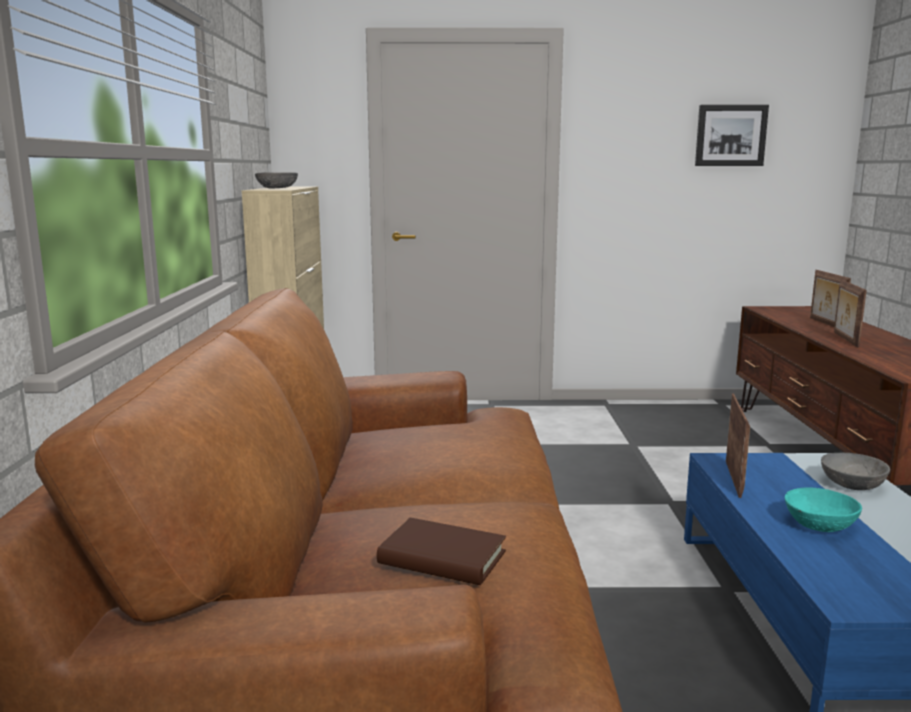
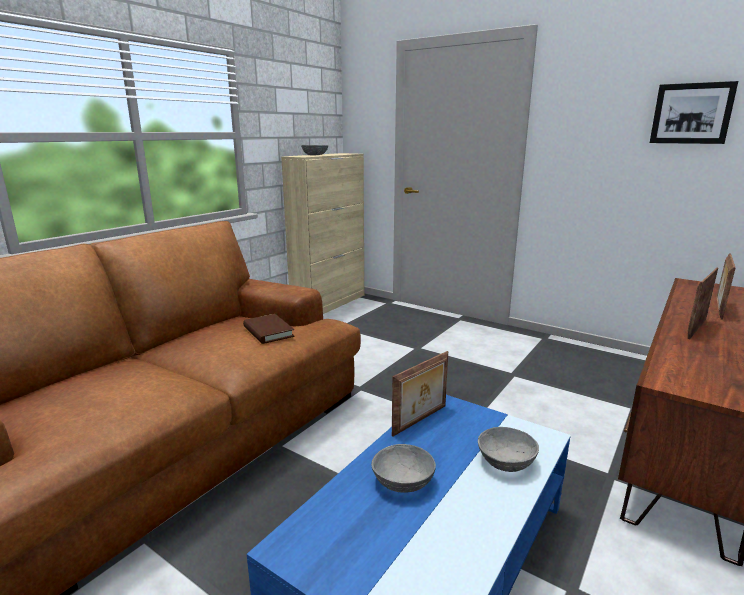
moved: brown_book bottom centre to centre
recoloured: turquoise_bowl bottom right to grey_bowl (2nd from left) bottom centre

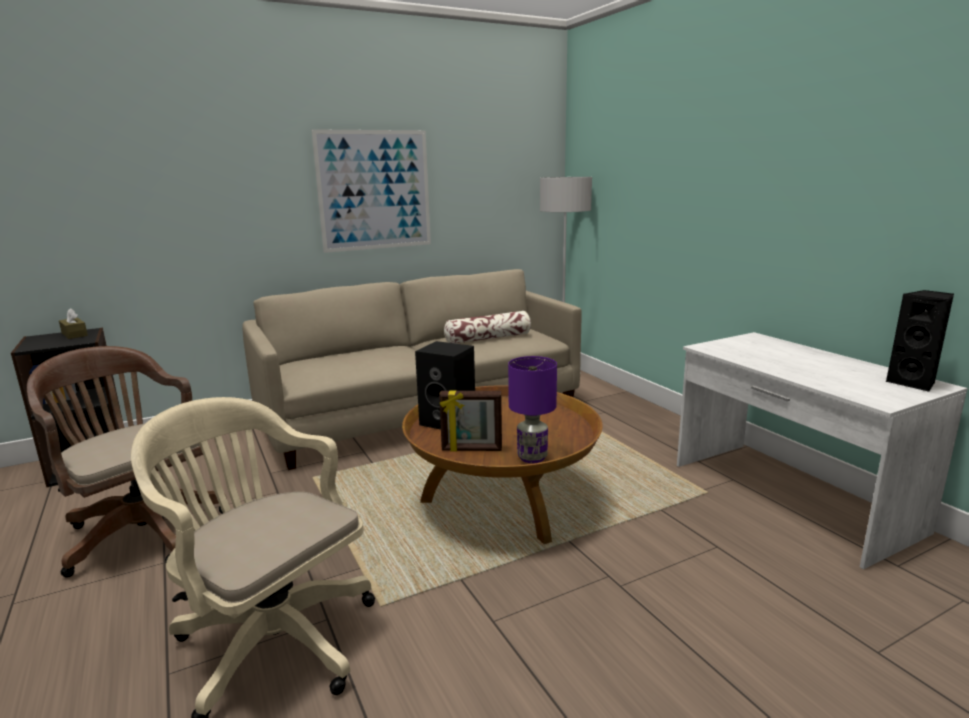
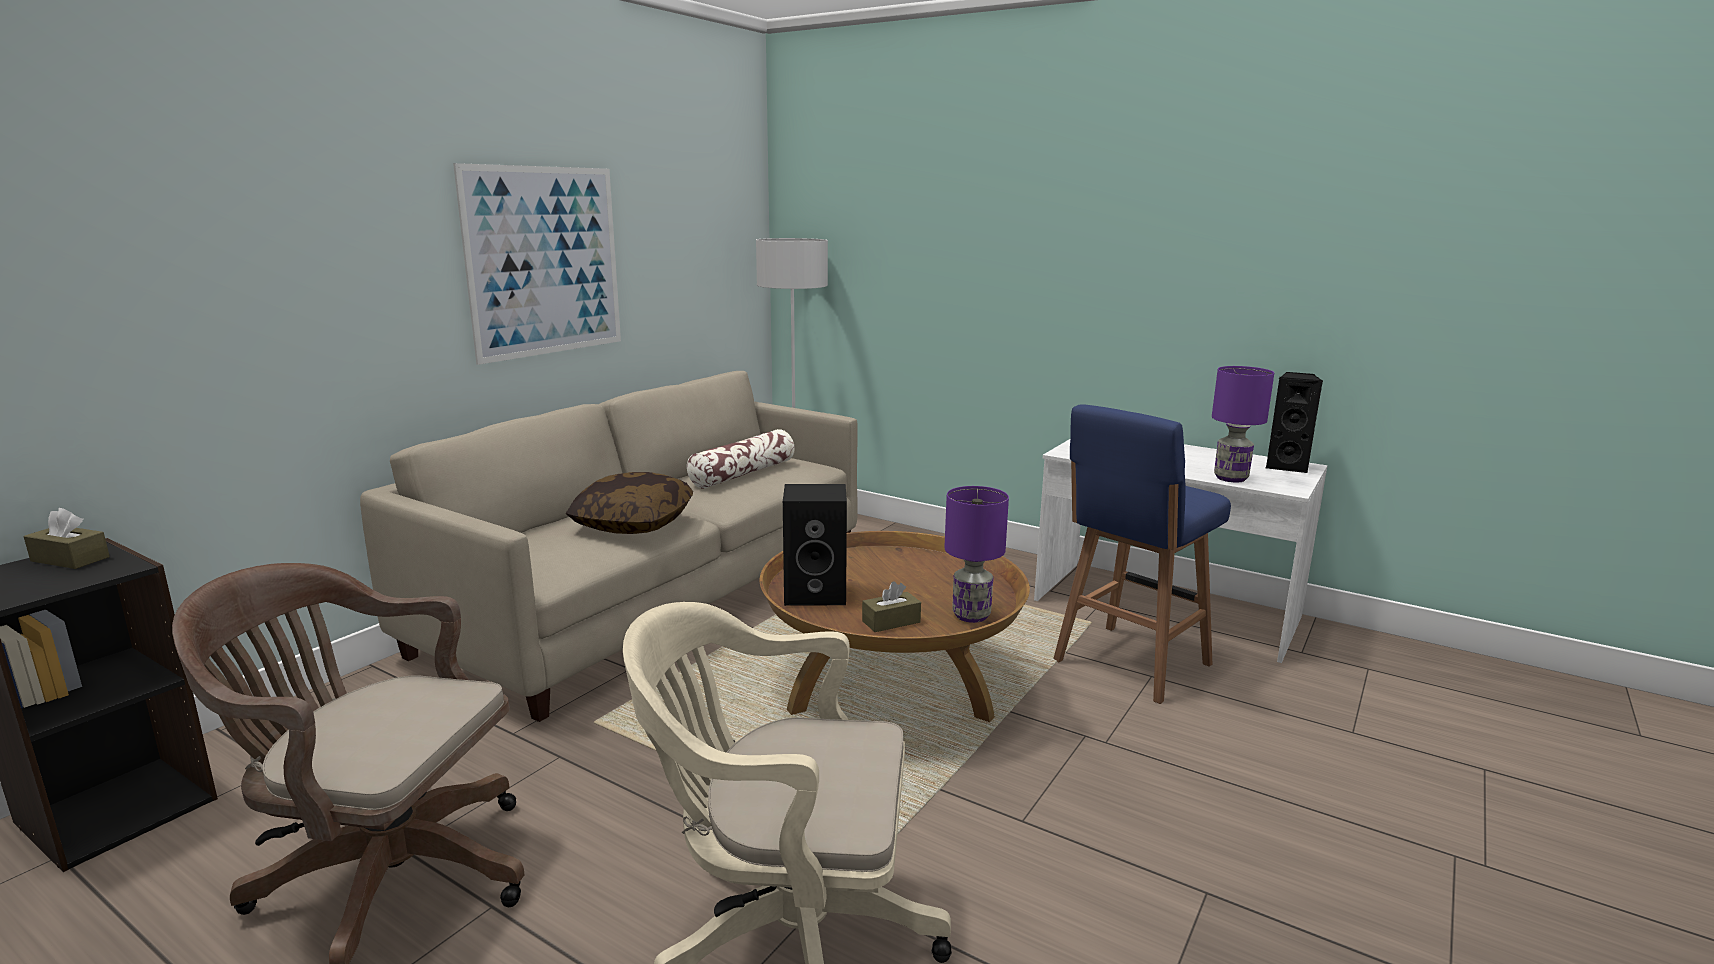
added: pillow (1st from left) centre; blue_stool centre; purple_table_lamp (2nd from left) middle right
replaced: picture_frame centre to brown_tissue_box (2nd from left) centre

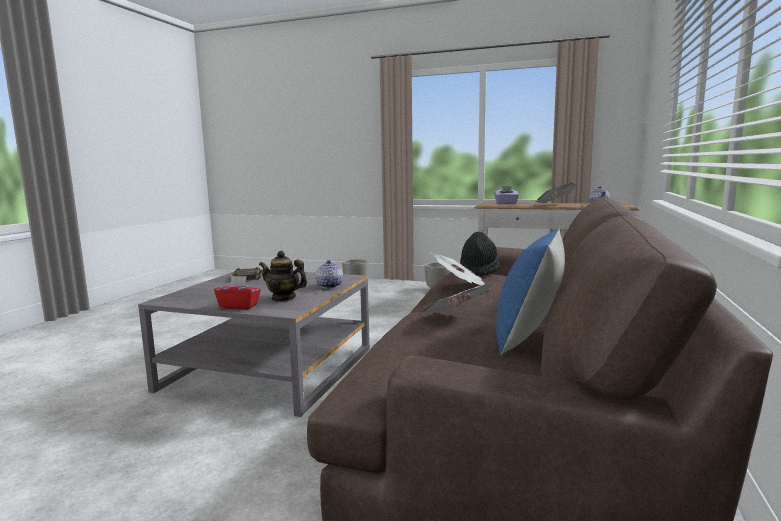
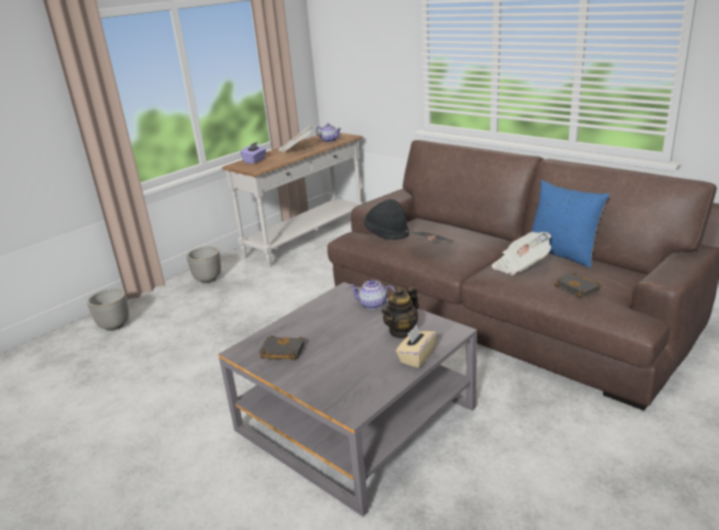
added: black_book (2nd from left) middle right
recoloured: red_tissue_box middle left to beige_tissue_box centre

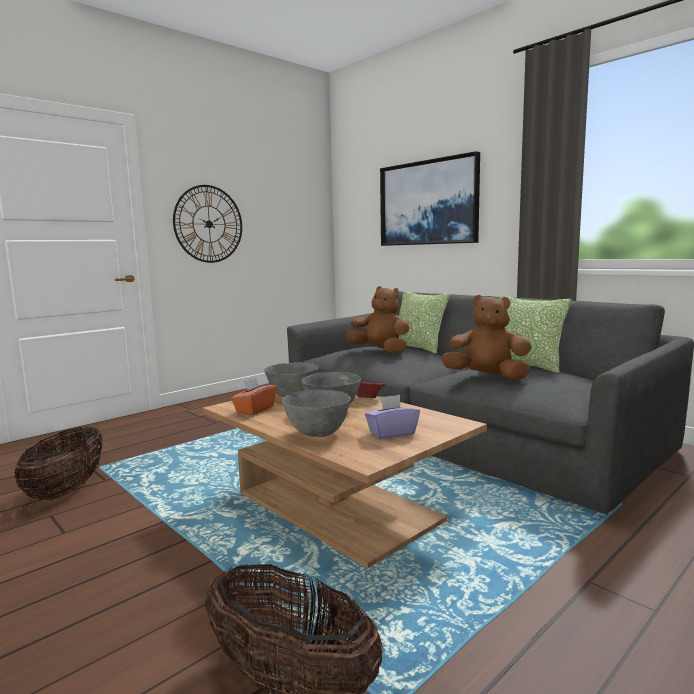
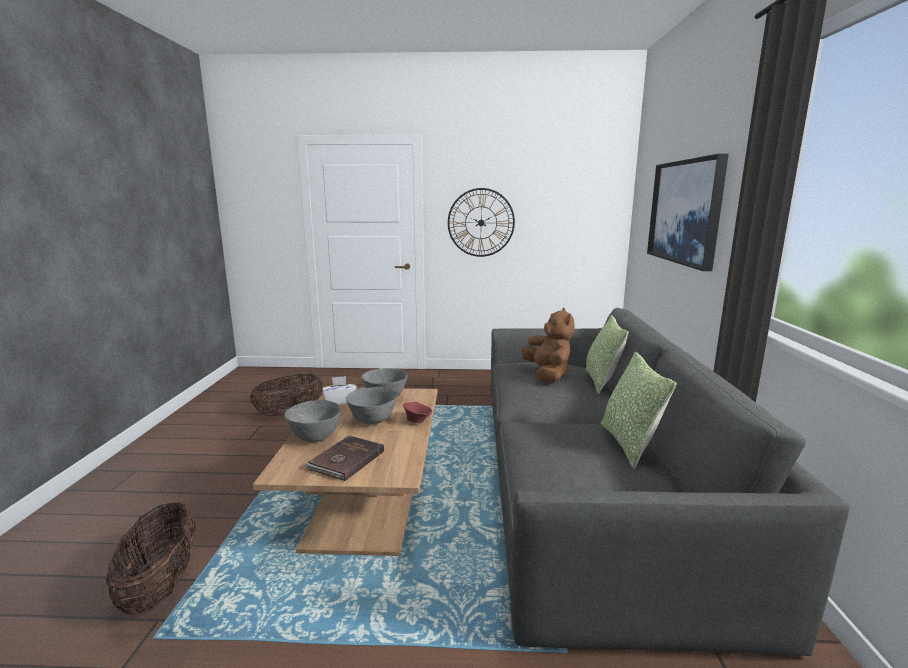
removed: brown_plush_toy (2nd from left) middle right
replaced: purple_tissue_box centre to brown_book bottom centre
recoloured: orange_tissue_box centre to white_tissue_box centre

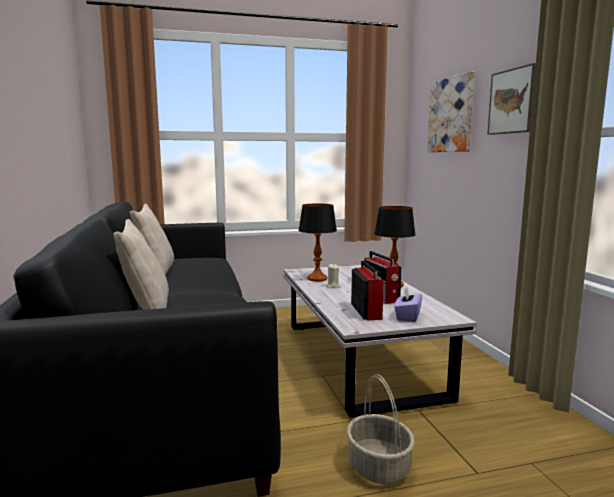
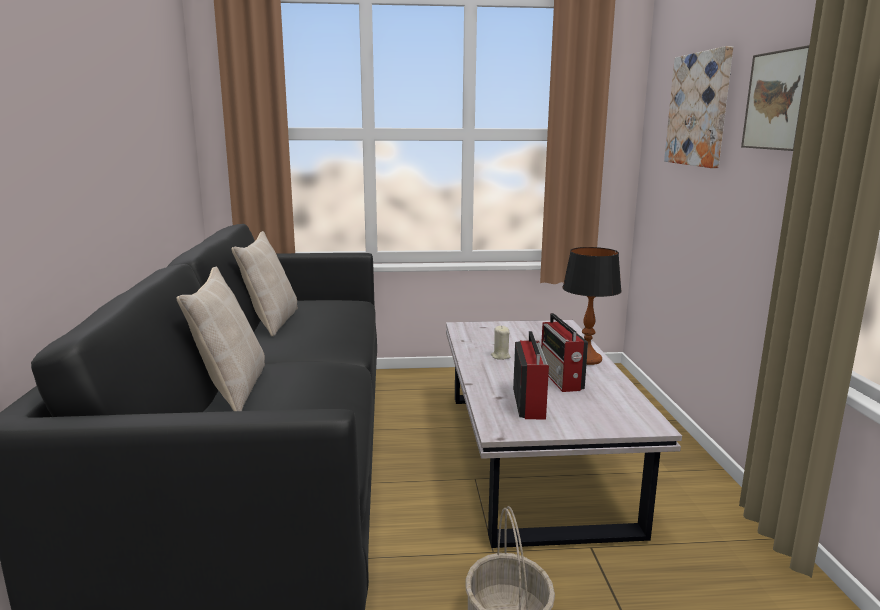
removed: table_lamp (1st from left) centre; purple_tissue_box centre

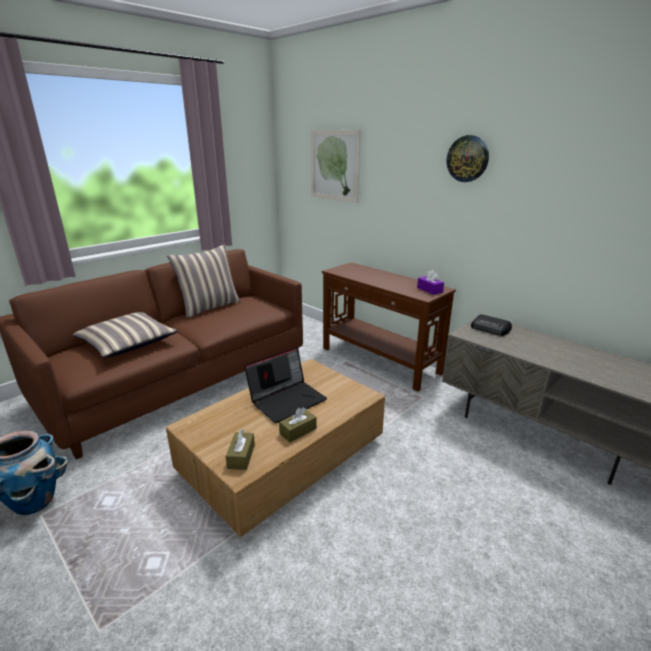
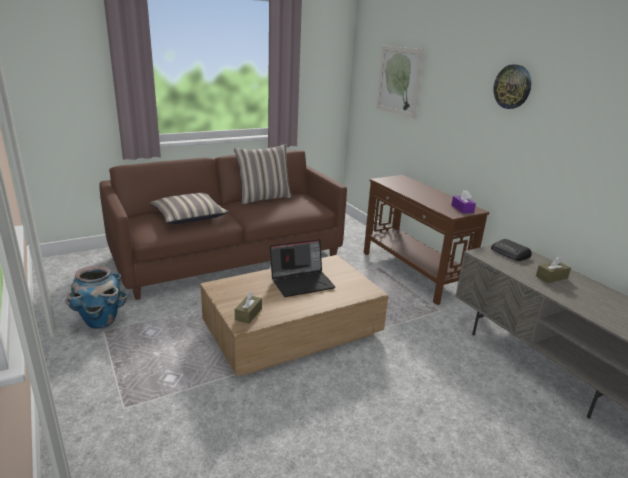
moved: brown_tissue_box (2nd from left) centre to middle right

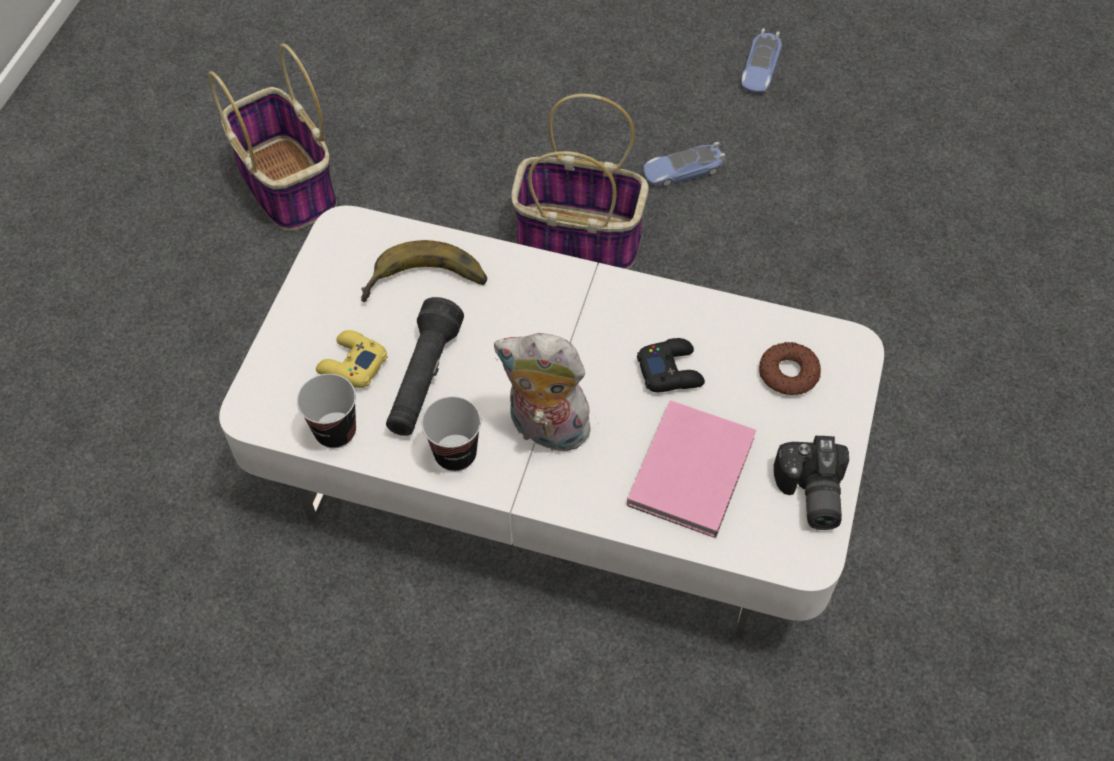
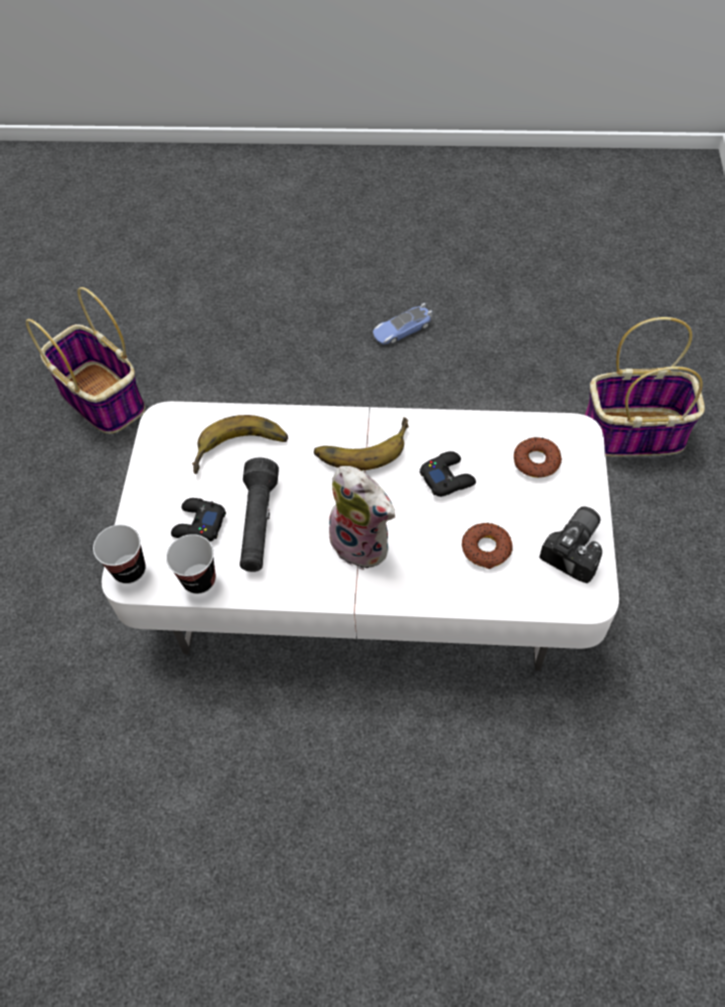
removed: toy_car (2nd from left) top right
added: banana (2nd from left) centre
moved: cup (2nd from left in the first image) centre to cup (1st from left) middle left; basket (2nd from left) top centre to middle right
replaced: pink_book centre to donut (1st from left) middle right
recoloured: yellow_game_controller middle left to black_game_controller (1st from left) middle left
turned: plush_toy centre = centre 150 degrees counterclockwise; photo_camera middle right = middle right 135 degrees counterclockwise

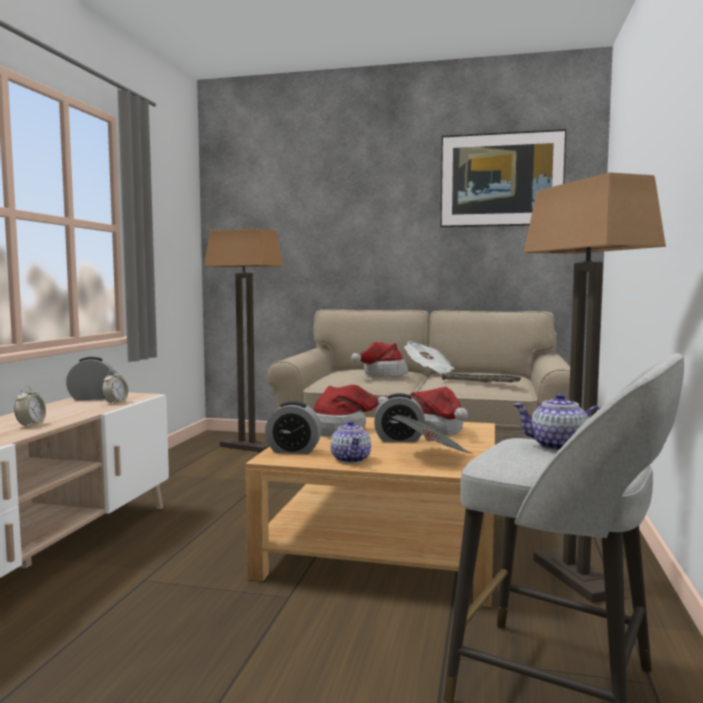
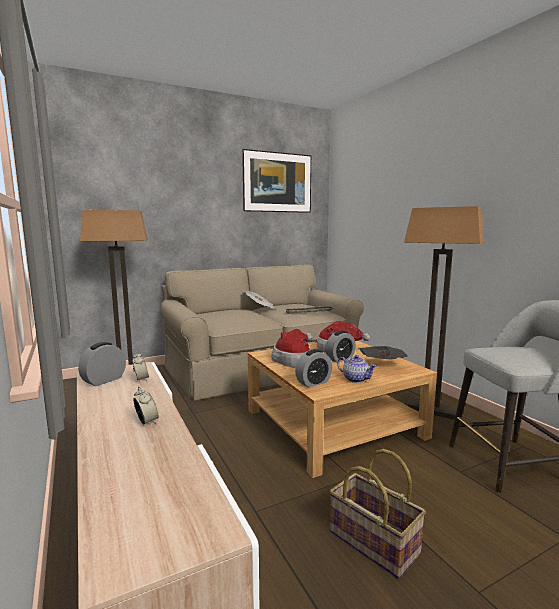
removed: hat (2nd from left) centre; teapot (2nd from left) middle right
added: basket bottom right

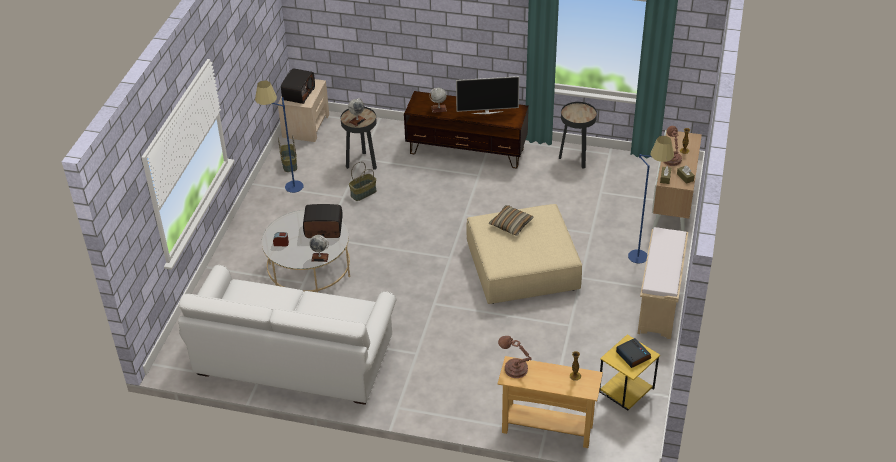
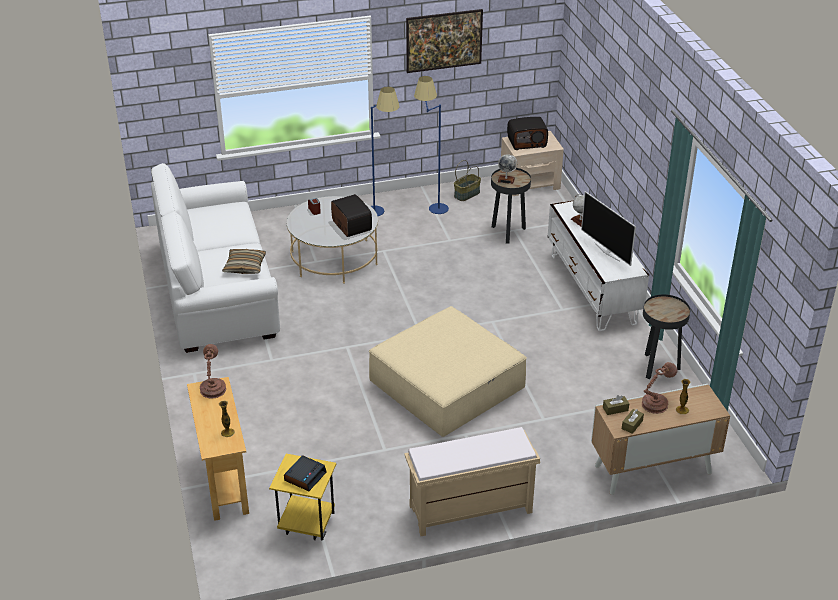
removed: globe (1st from left) centre; basket (2nd from left) centre
added: picture top centre
moved: pillow centre to middle left; blue_floor_lamp (2nd from left in the first image) middle right to blue_floor_lamp (1st from left) top centre
recoloured: brown_tv_stand top centre to white_tv_stand middle right

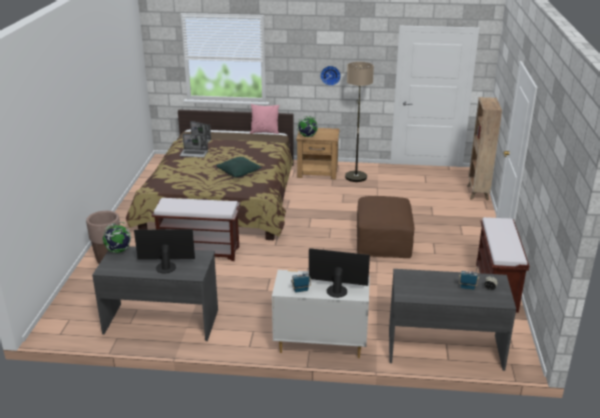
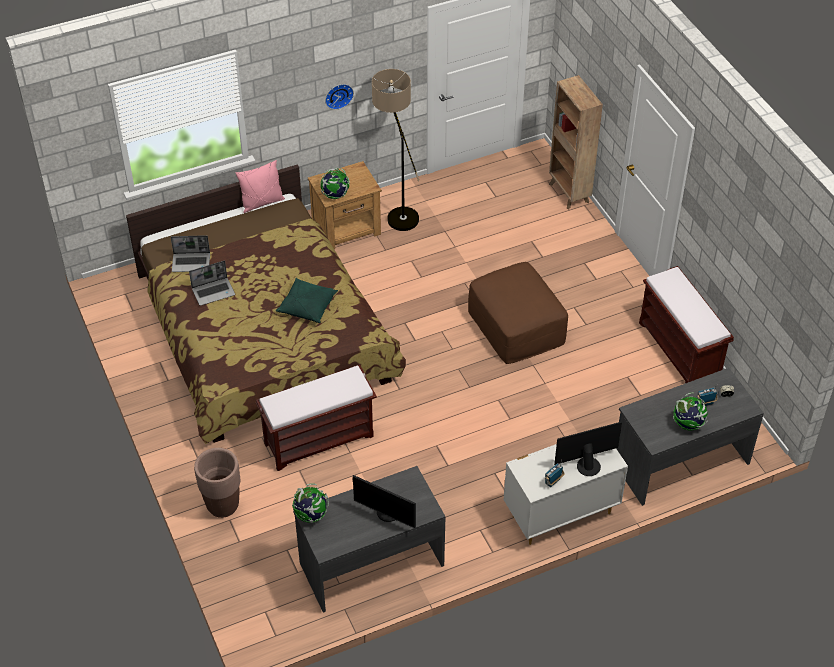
added: globe (3rd from left) middle right
turned: monitor (1st from left) middle left = bottom centre 120 degrees counterclockwise

